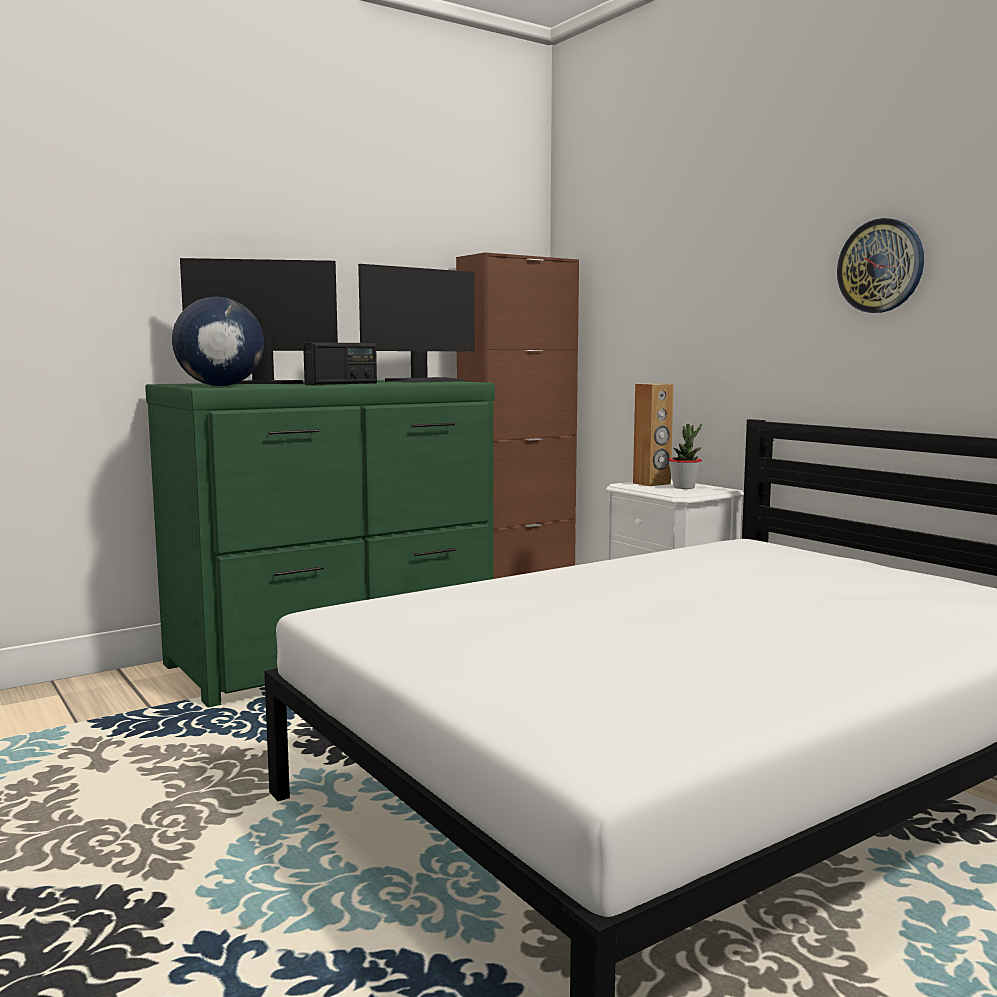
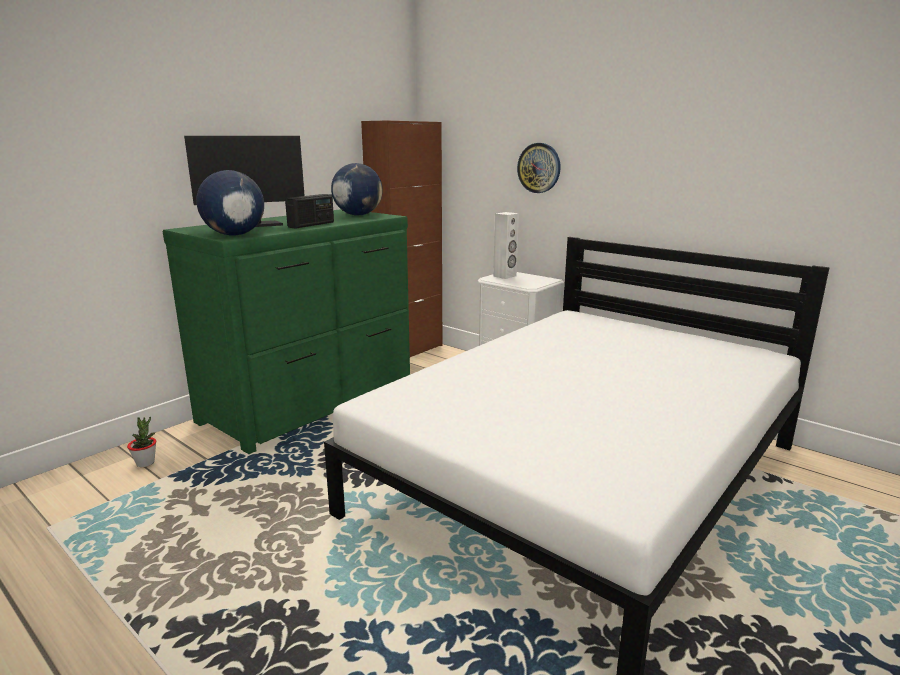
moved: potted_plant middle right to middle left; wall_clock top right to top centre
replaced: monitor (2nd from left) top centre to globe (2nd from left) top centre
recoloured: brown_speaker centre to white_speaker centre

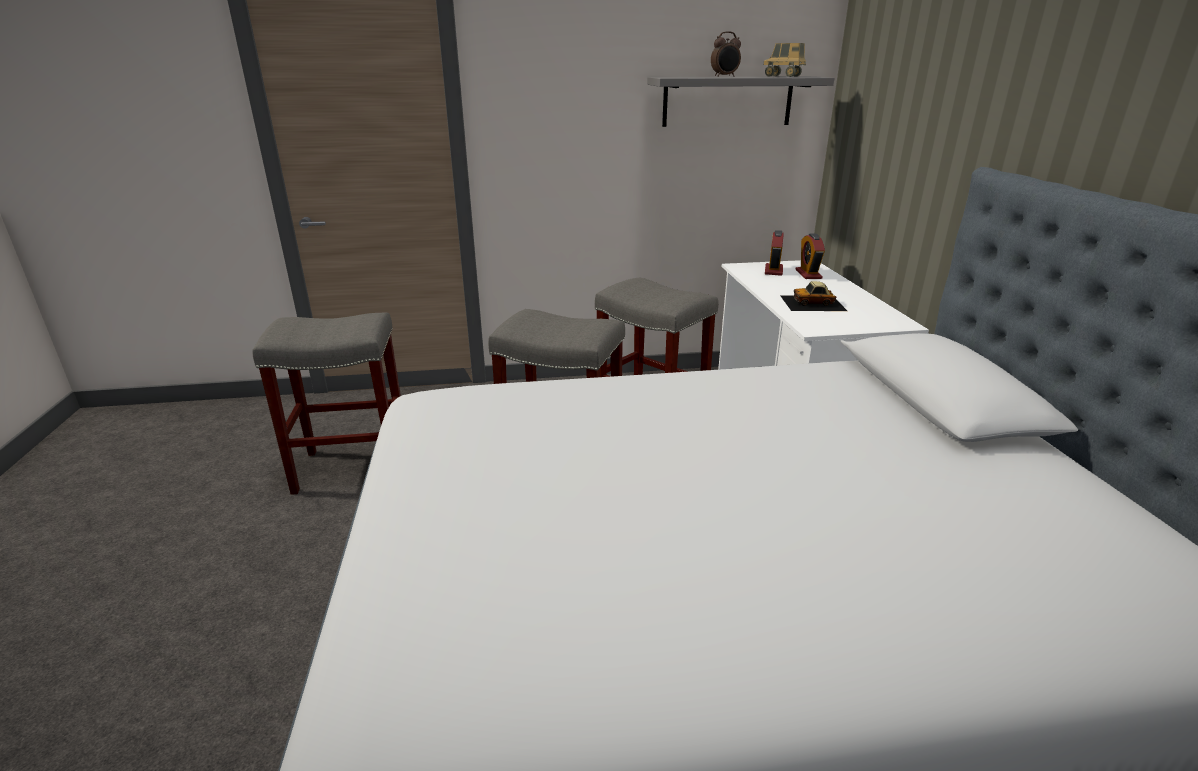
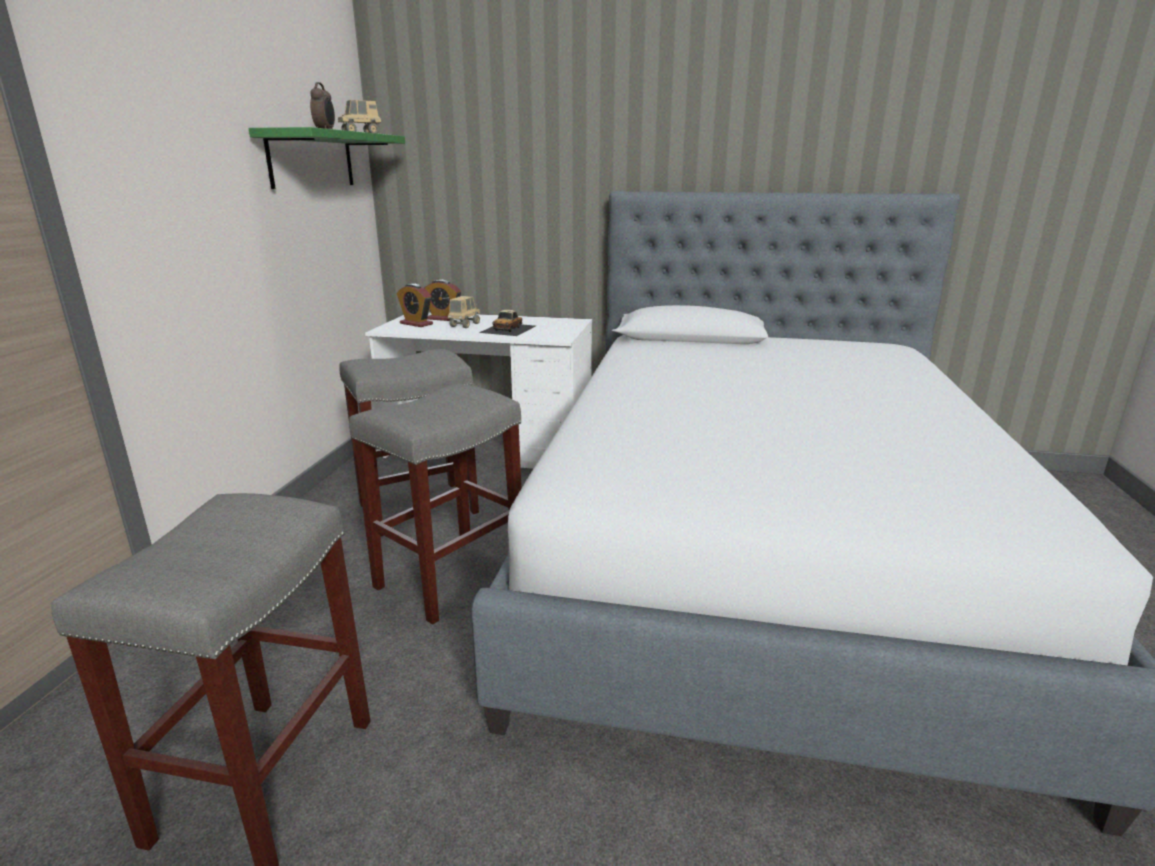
added: toy_truck (2nd from left) centre
recoloured: grey_shelf top centre to green_shelf top left

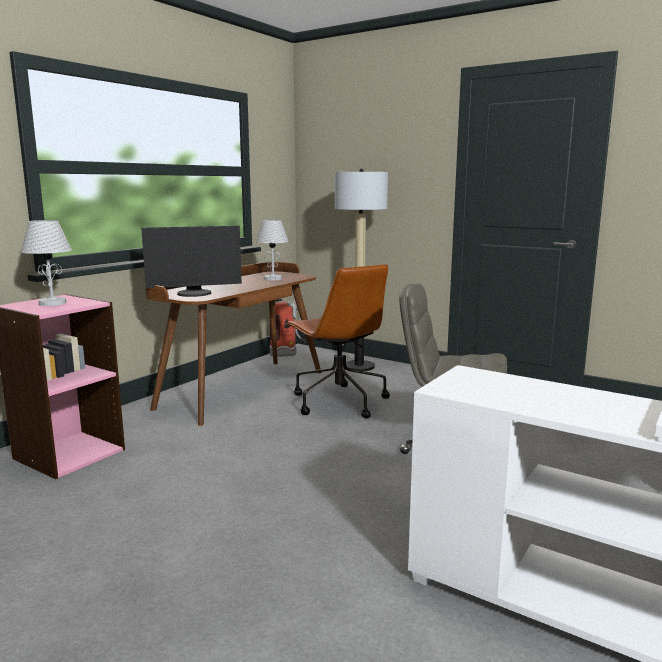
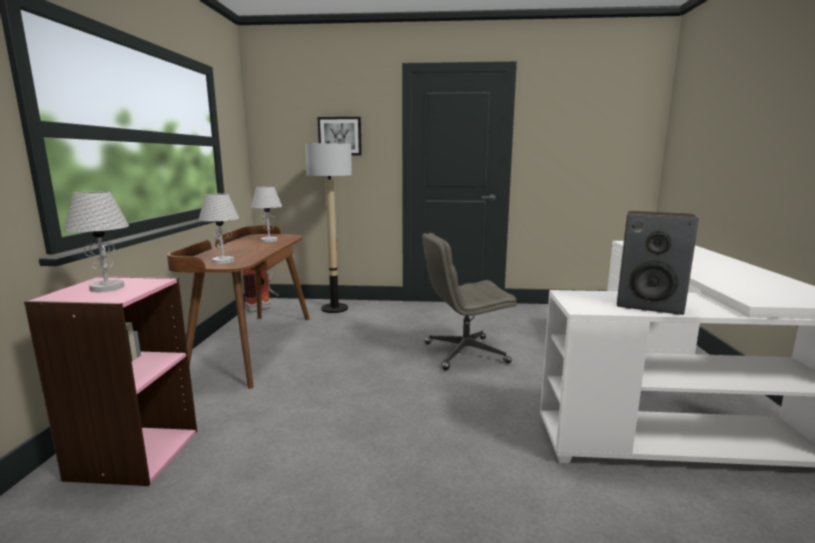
removed: brown_office_chair centre
added: picture top centre; speaker middle right
replaced: monitor middle left to white_table_lamp (2nd from left) middle left

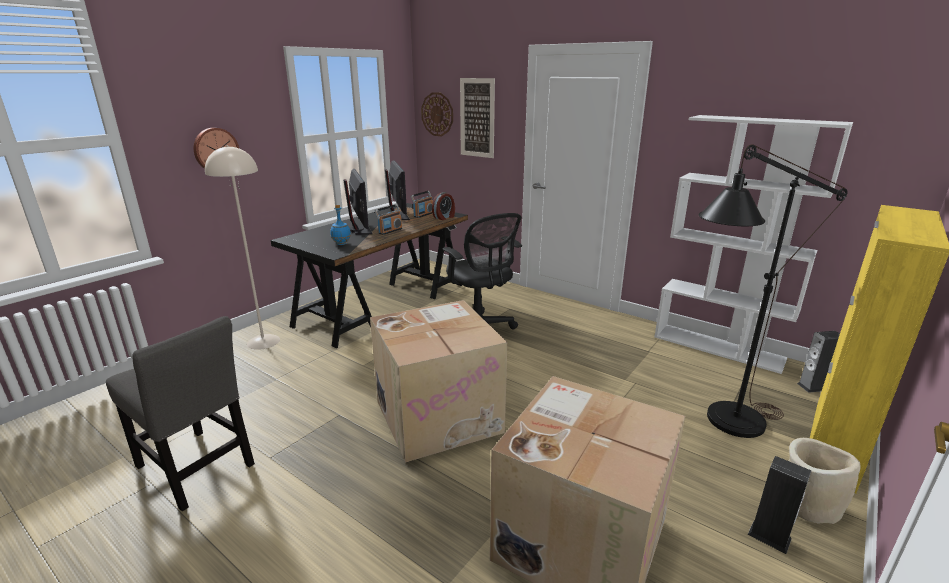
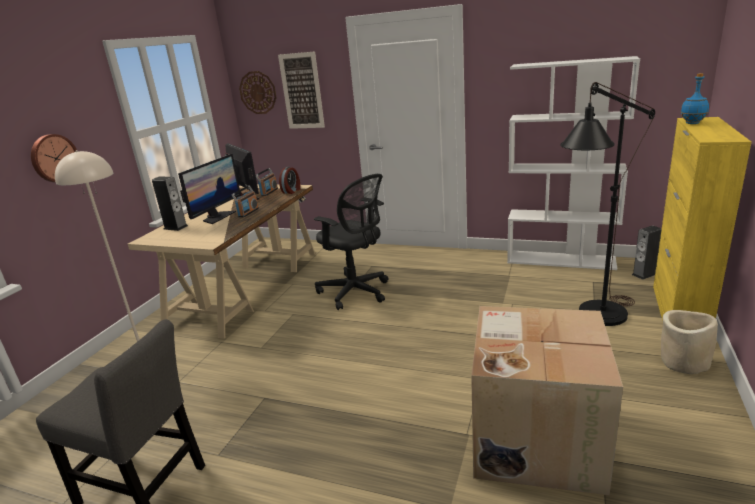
removed: cardboard_box (1st from left) centre
moved: blue_bottle centre to top right; speaker (1st from left) bottom right to middle left
recoloured: black_desk centre to beige_desk middle left
turned: monitor (1st from left) centre = middle left 60 degrees clockwise

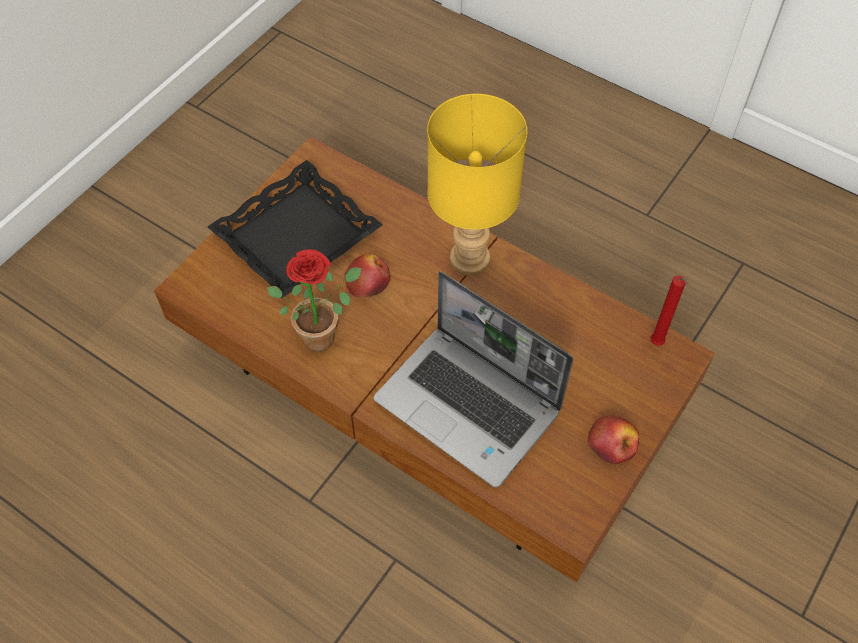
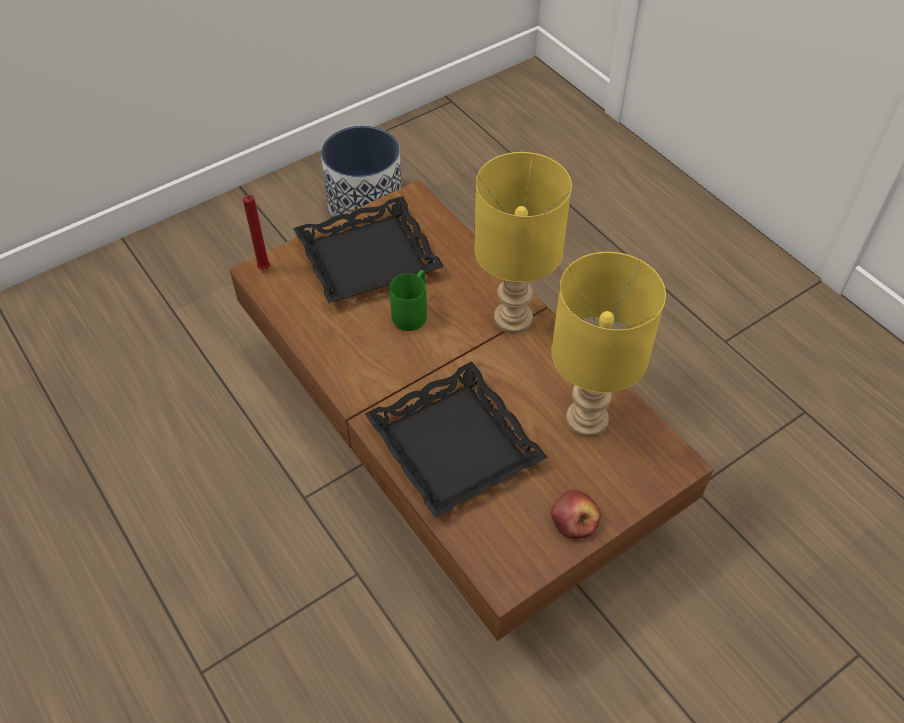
removed: potted_plant centre
added: planter top centre; yellow_table_lamp (2nd from left) middle right
moved: red_candle middle right to top left
replaced: apple (1st from left) centre to green_mug centre; laptop centre to black_tray (2nd from left) centre

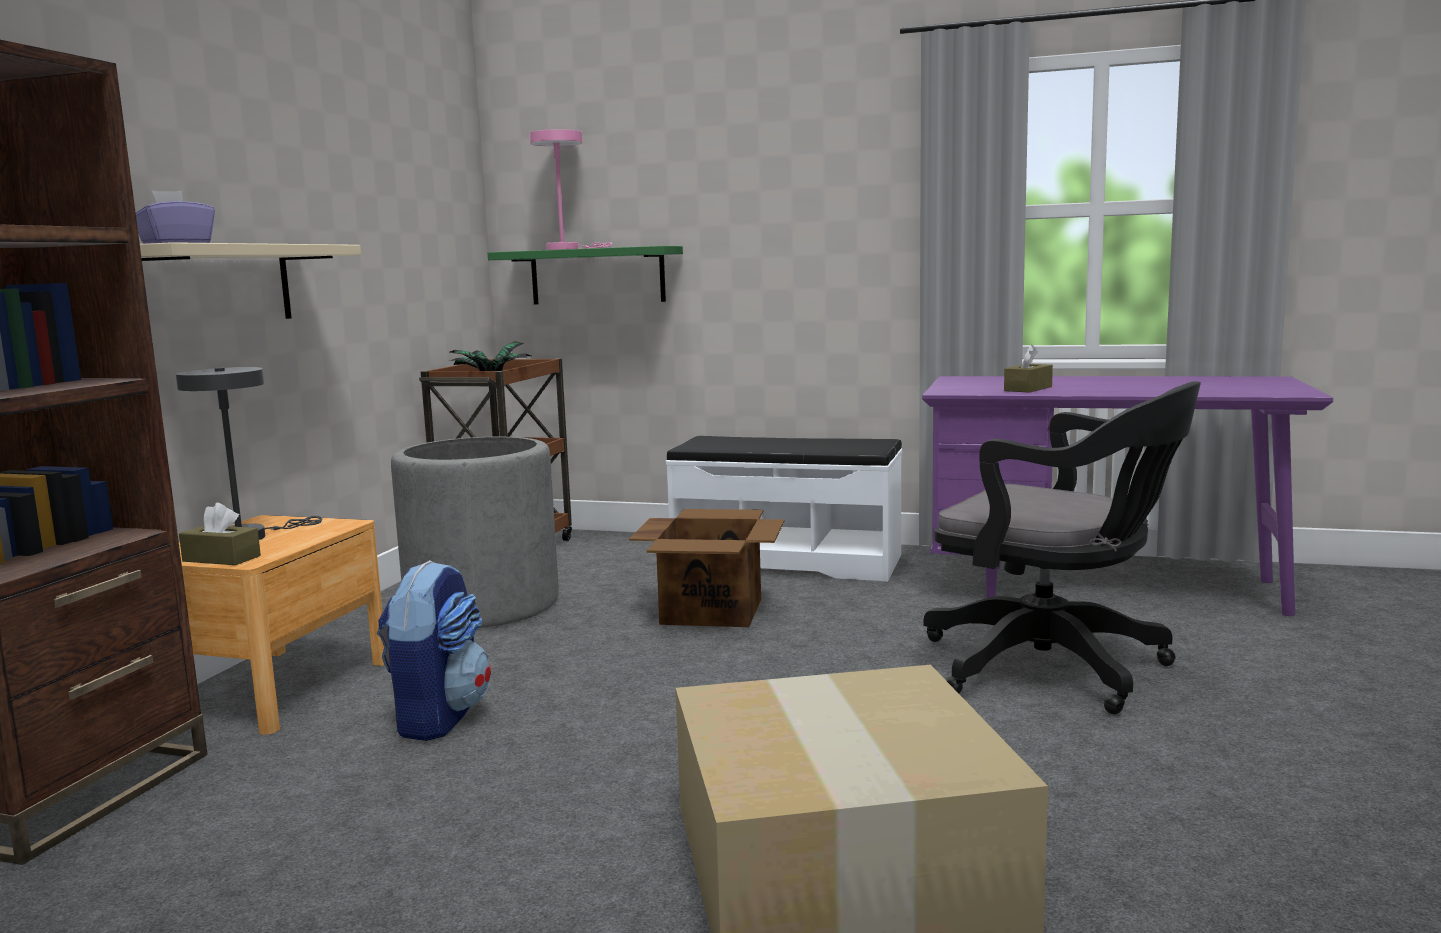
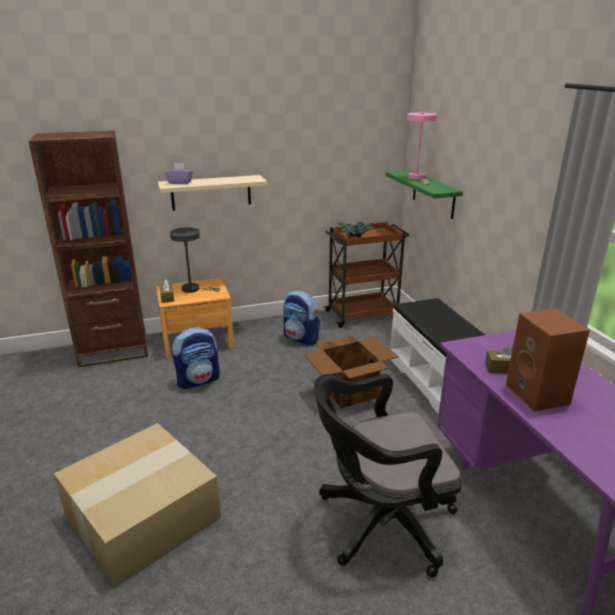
added: brown_speaker middle right
replaced: grey_planter middle left to backpack (2nd from left) centre
turned: black_office_chair middle right = bottom centre 75 degrees clockwise

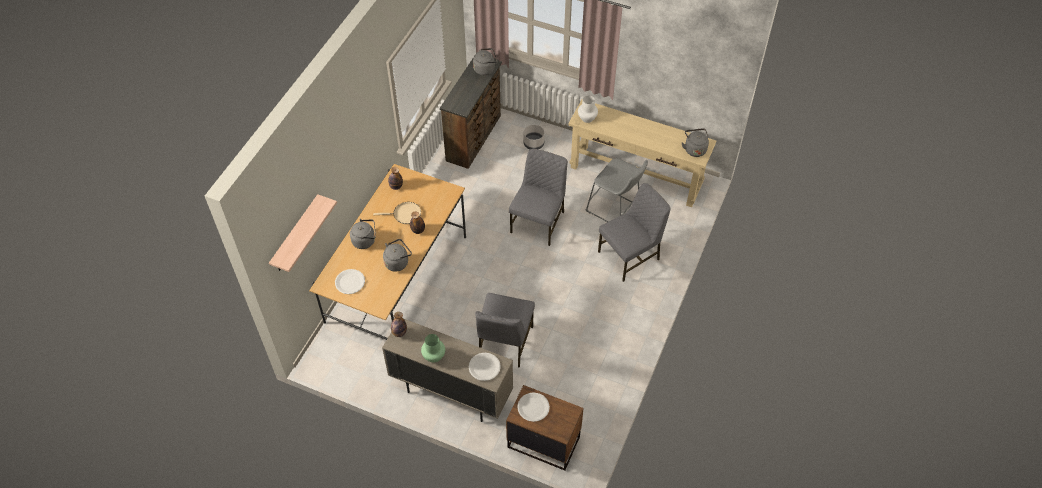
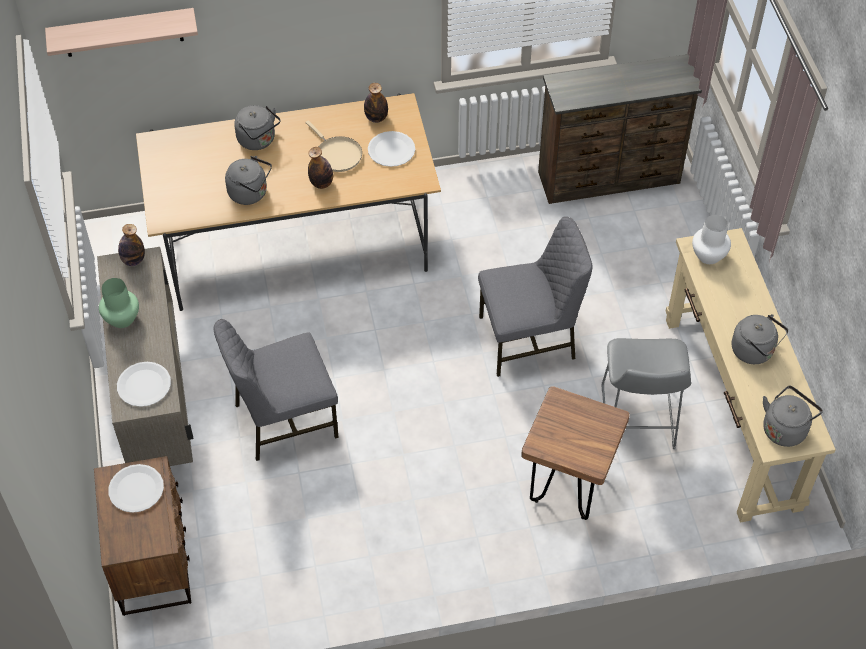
removed: grey_planter top centre
moved: white_plate (1st from left in the first image) centre to white_plate (3rd from left) top centre; grey_kettle (3rd from left) top centre to middle right
replaced: grey_chair (3rd from left) centre to brown_stool bottom centre

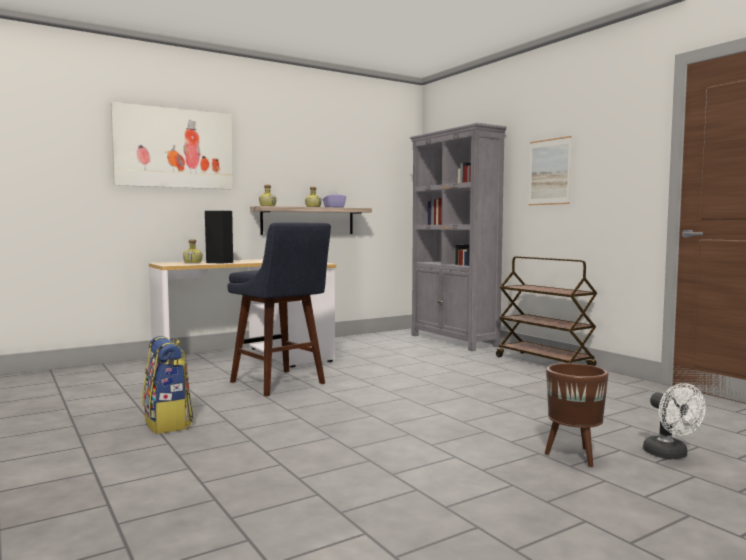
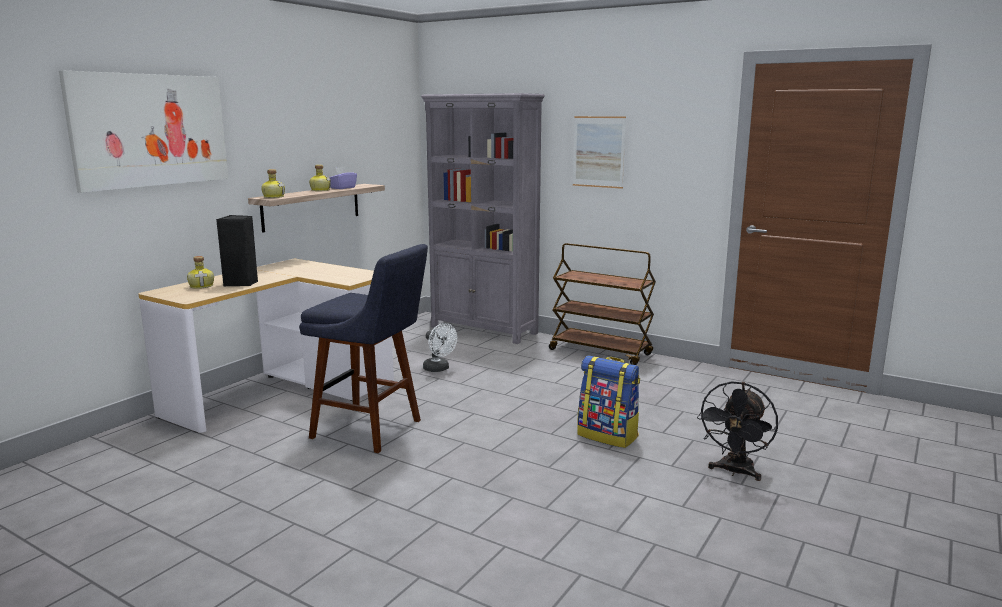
moved: backpack bottom left to centre; white_fan bottom right to centre
replaced: brown_planter bottom right to black_fan bottom right

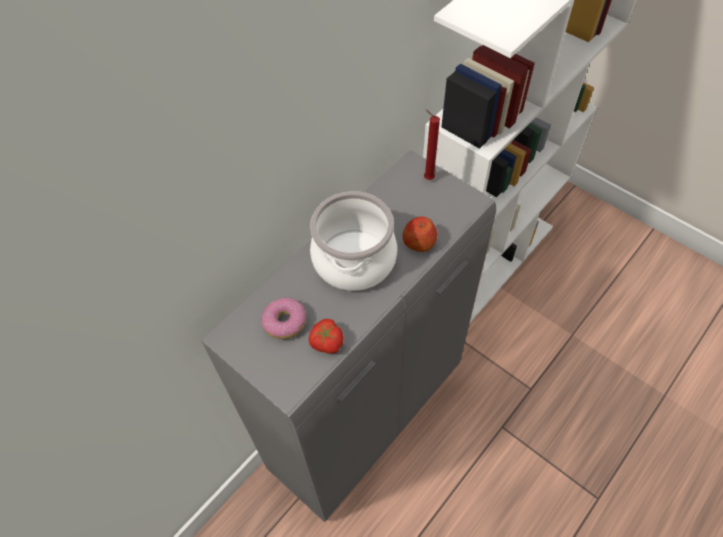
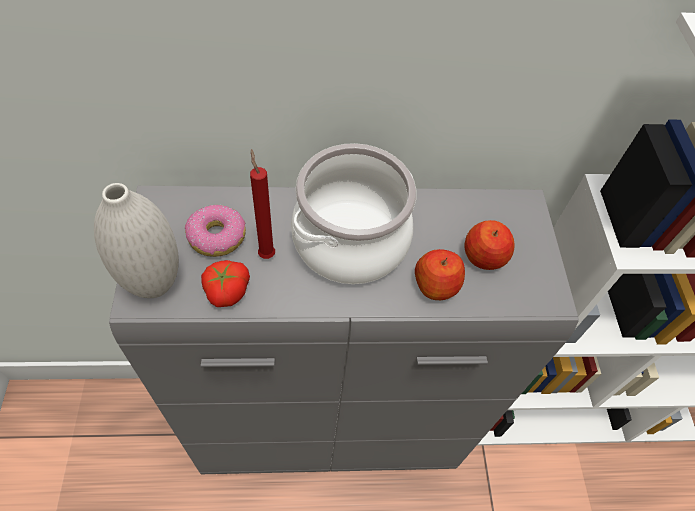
added: white_vase middle left; apple (2nd from left) middle right
moved: red_candle top centre to centre

